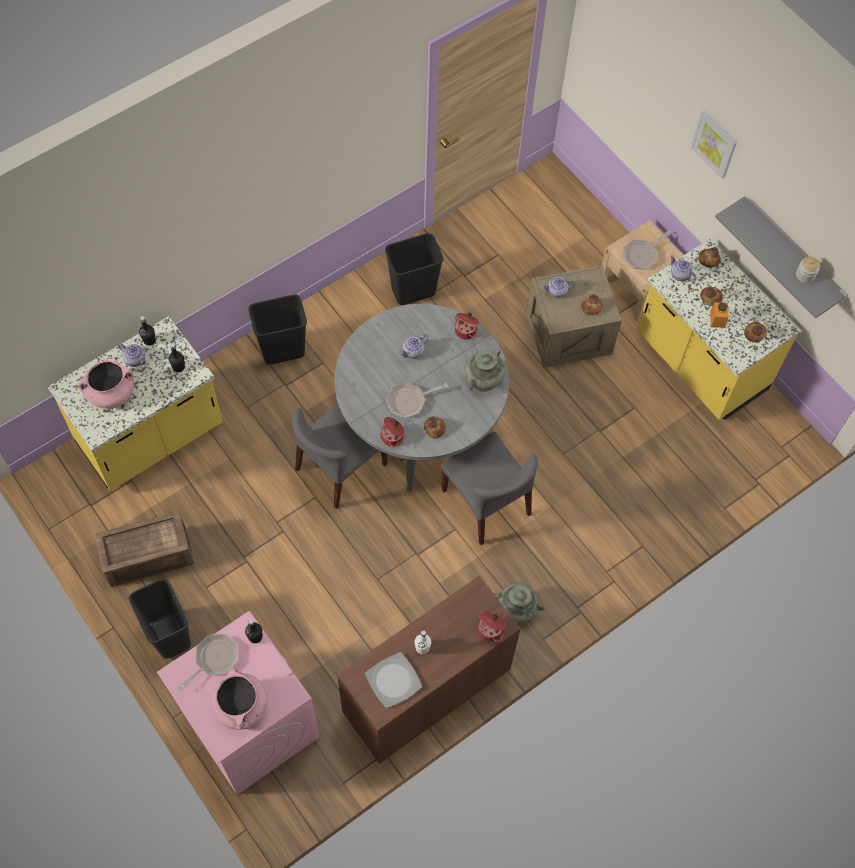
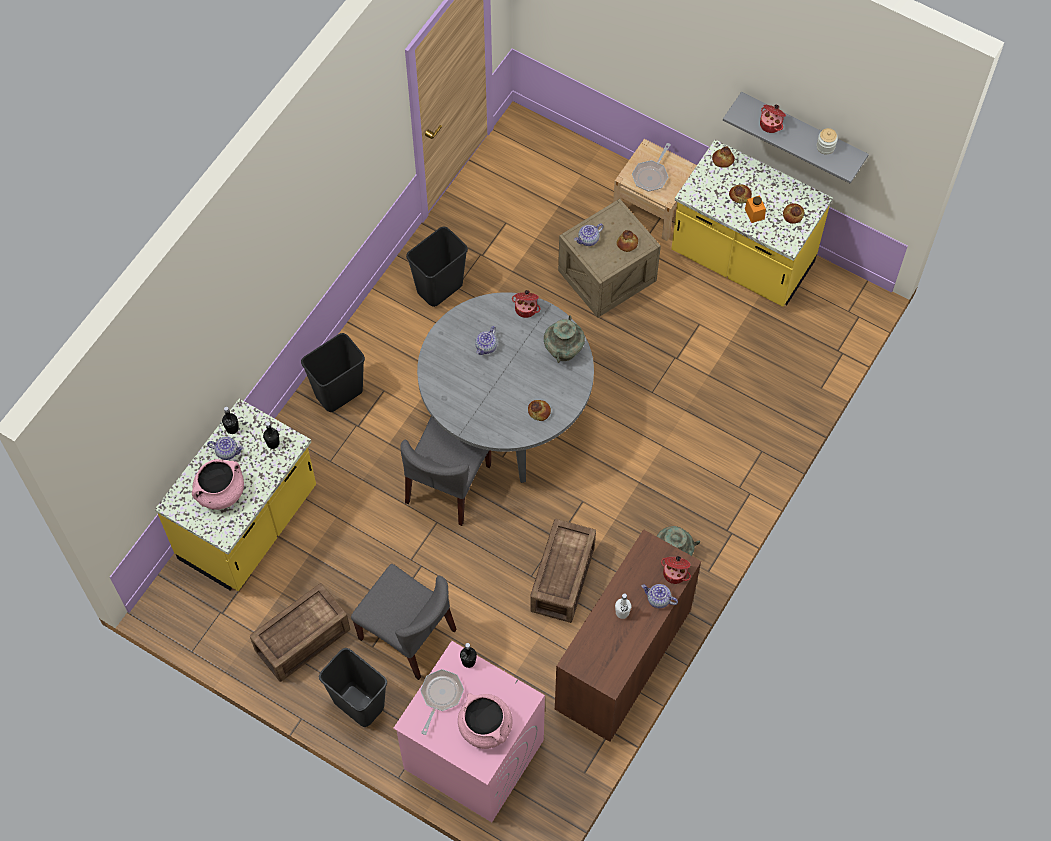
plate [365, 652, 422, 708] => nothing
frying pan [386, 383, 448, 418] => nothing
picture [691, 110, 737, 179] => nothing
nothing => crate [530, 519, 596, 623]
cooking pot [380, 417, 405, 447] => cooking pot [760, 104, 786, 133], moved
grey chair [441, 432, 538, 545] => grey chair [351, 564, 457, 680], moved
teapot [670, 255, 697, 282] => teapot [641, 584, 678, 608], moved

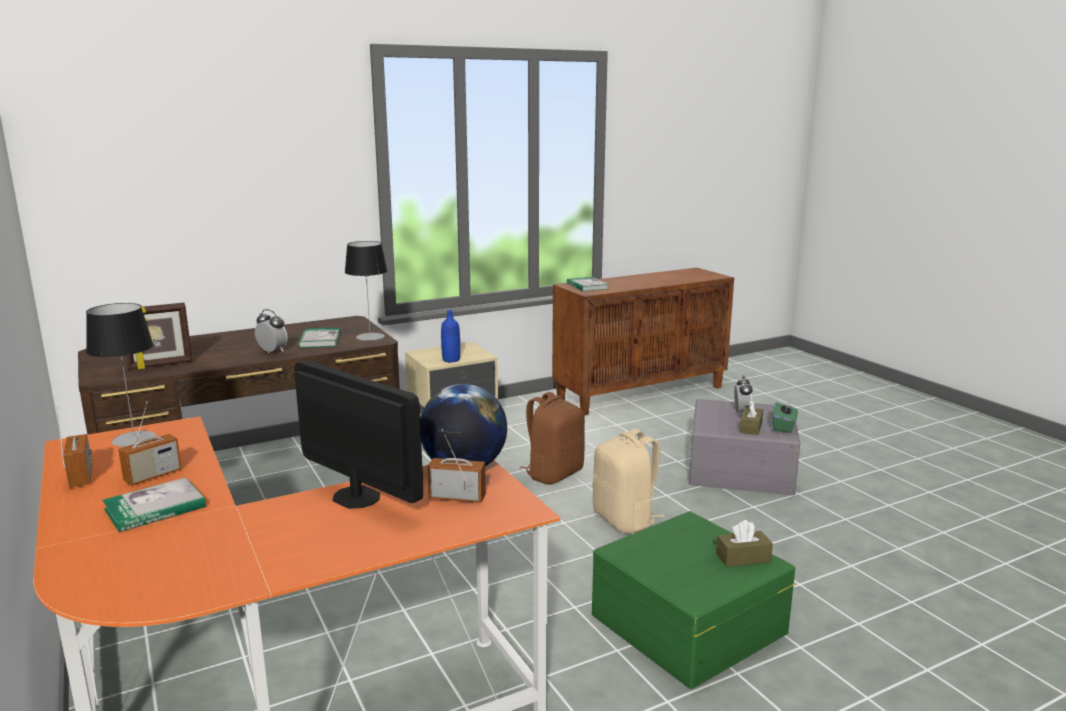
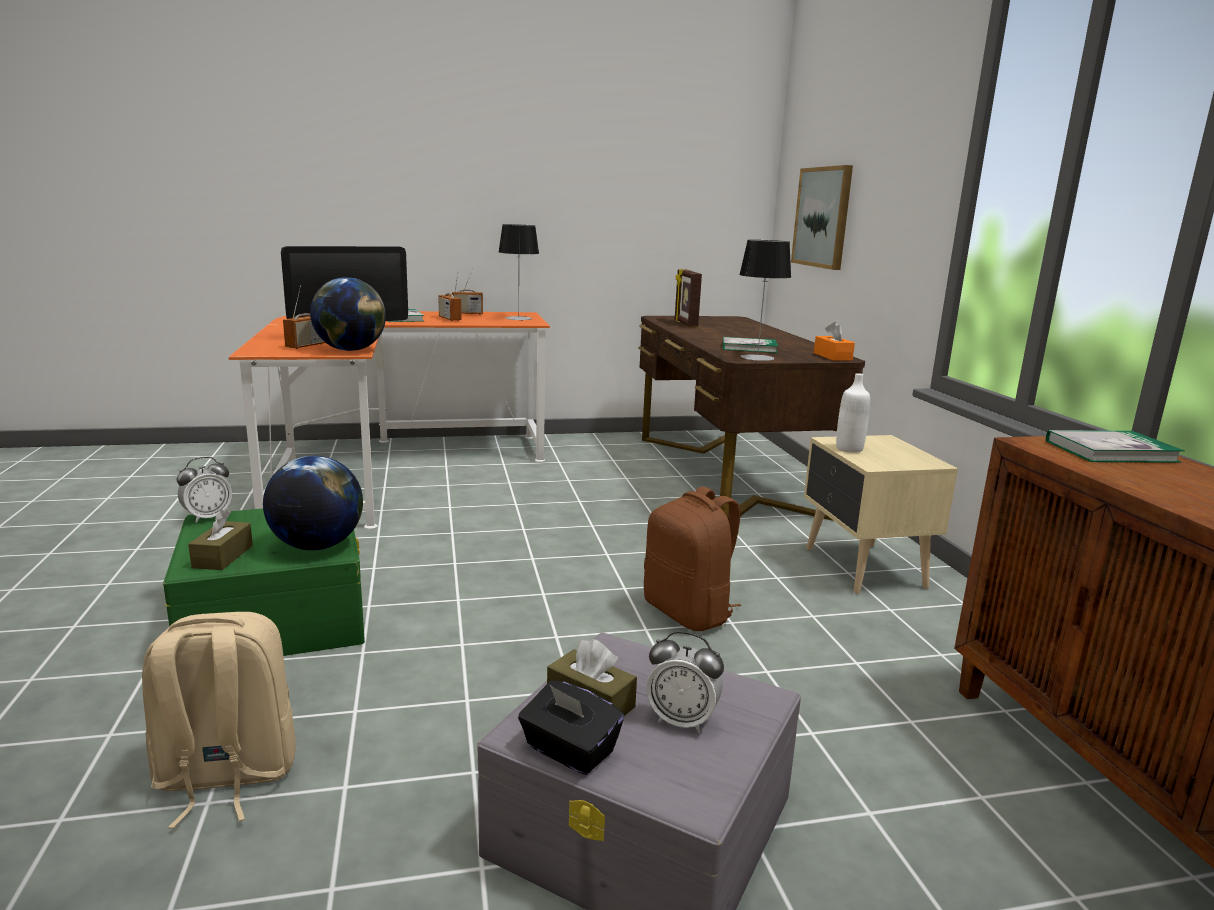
nothing => globe [263, 456, 363, 550]
nothing => picture [791, 165, 853, 270]
nothing => orange tissue box [814, 322, 855, 361]
alarm clock [255, 309, 288, 353] => alarm clock [177, 457, 232, 523], moved
beige backpack [593, 429, 665, 534] => beige backpack [142, 612, 296, 829], moved
blue bottle [441, 310, 460, 362] => white bottle [836, 373, 870, 453]
green tissue box [772, 400, 798, 433] => black tissue box [518, 681, 624, 775]

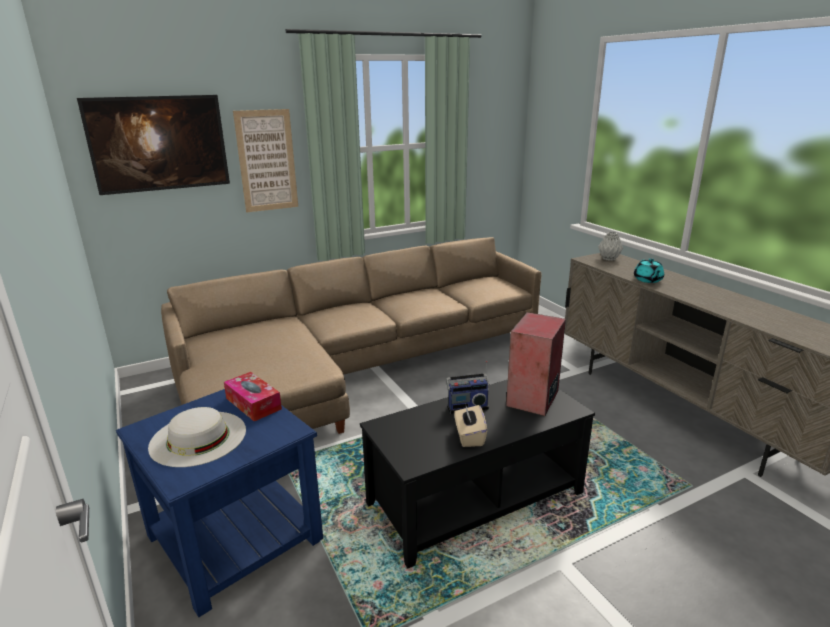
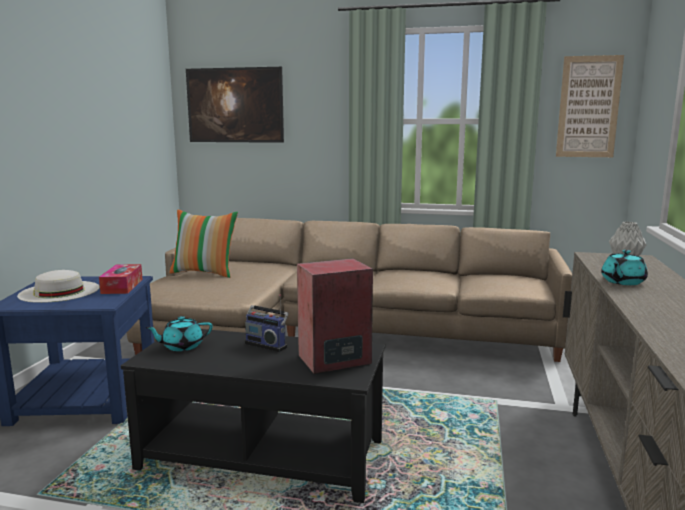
beige tissue box [454, 403, 487, 447] => nothing
nothing => turquoise teapot [146, 316, 213, 351]
nothing => pillow [169, 209, 238, 278]
picture [233, 109, 298, 212] => picture [556, 55, 624, 157], moved

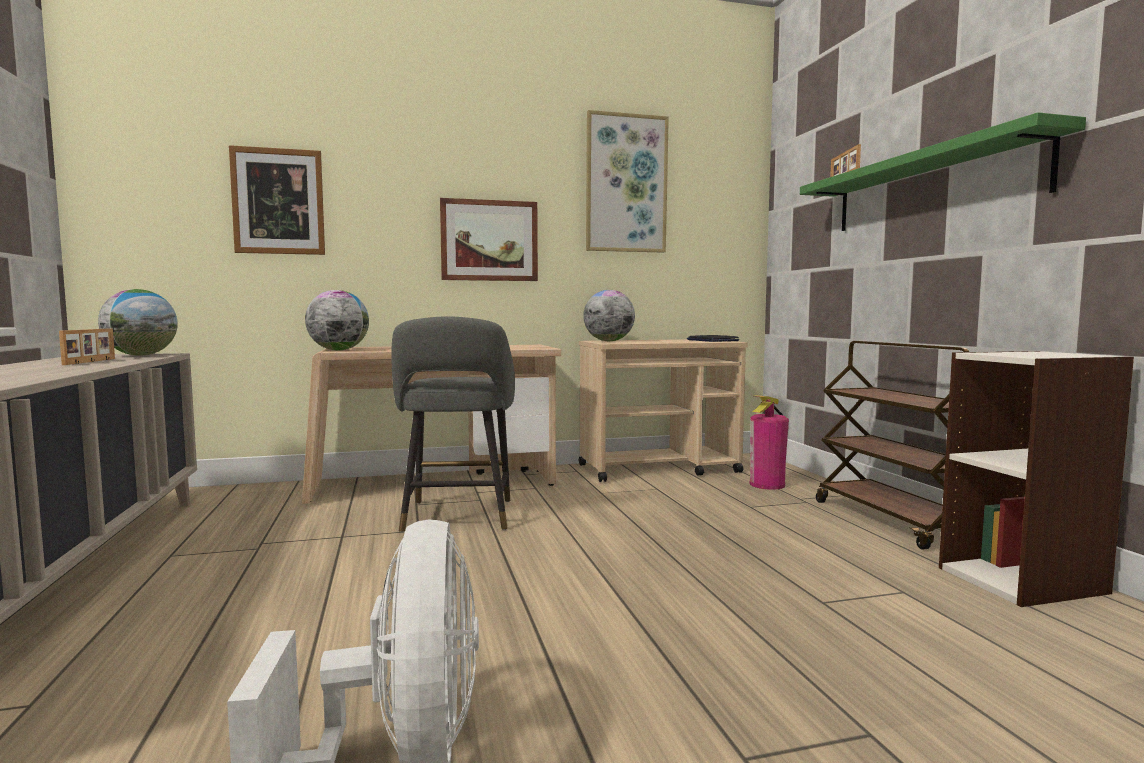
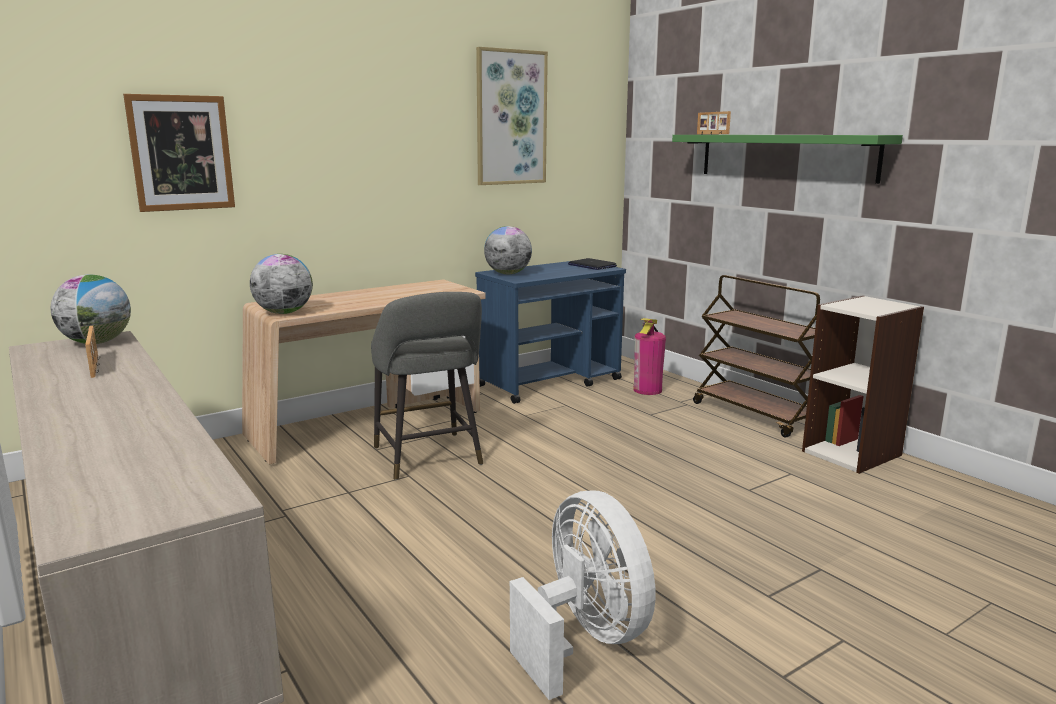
picture [440, 198, 538, 281] => nothing
beige cart [579, 339, 748, 482] => blue cart [475, 261, 626, 404]

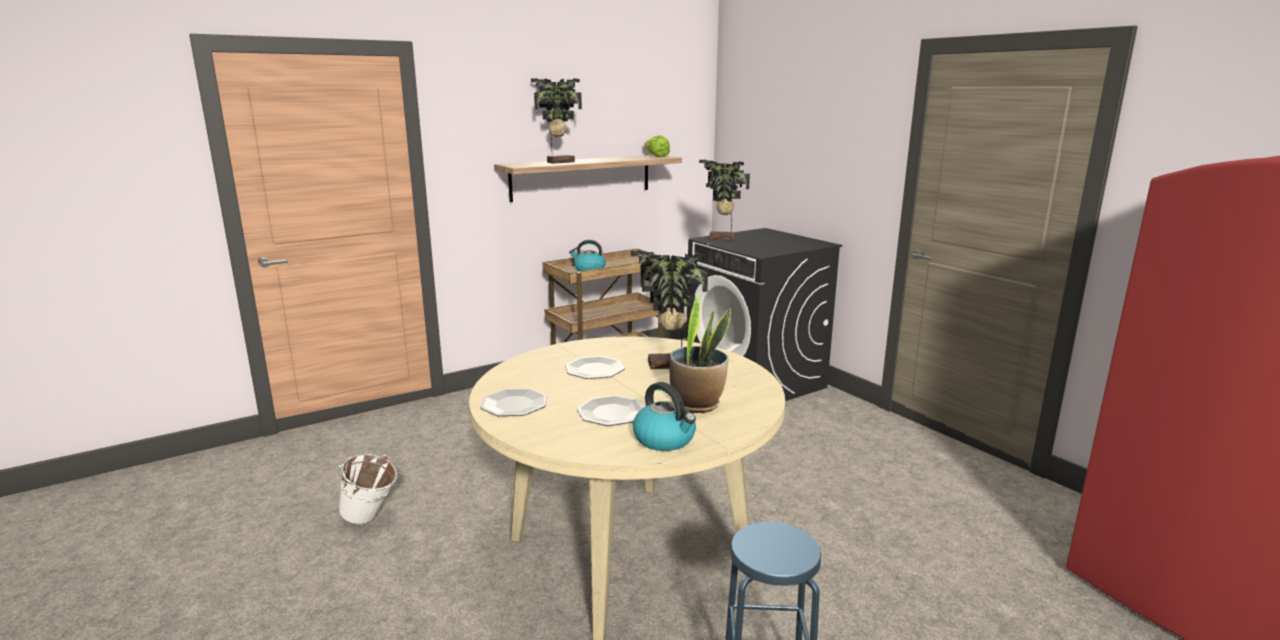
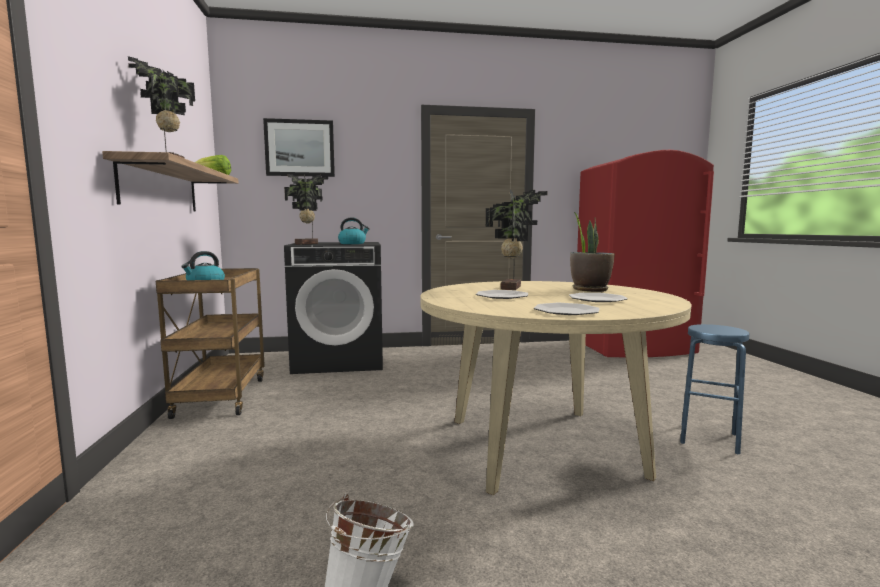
nothing => picture [263, 118, 335, 177]
kettle [633, 382, 696, 451] => kettle [338, 217, 370, 244], moved

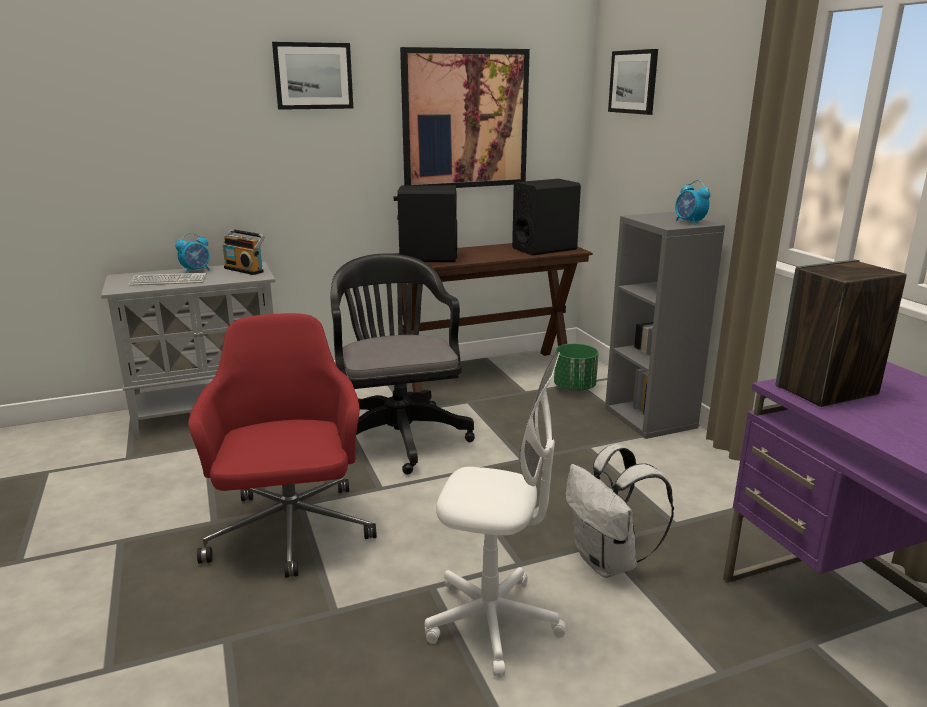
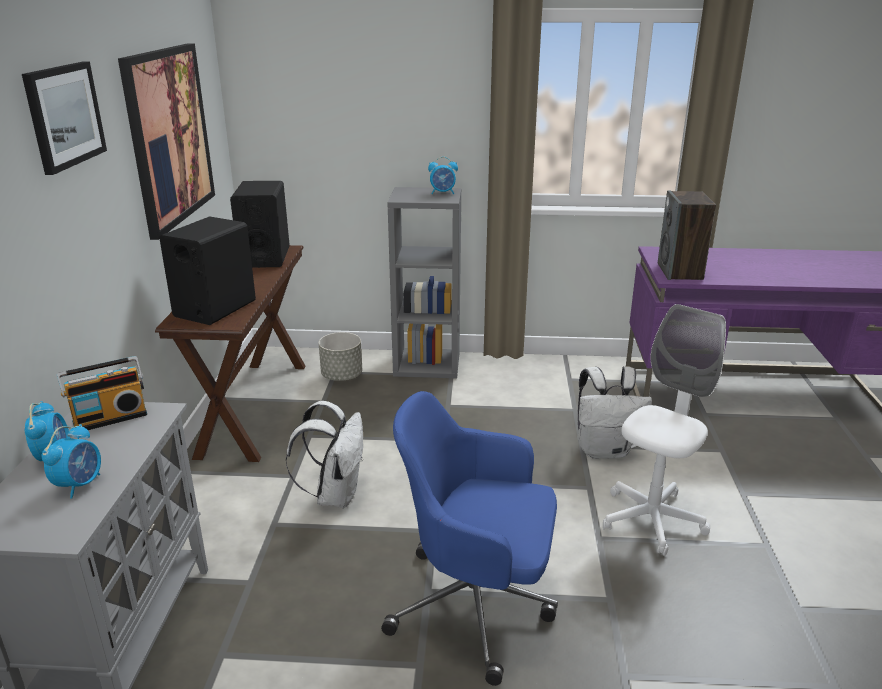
picture [608, 49, 658, 115] => nothing
keyboard [128, 273, 207, 286] => alarm clock [41, 424, 101, 499]
black office chair [330, 253, 475, 474] => white backpack [286, 401, 363, 508]
red office chair [188, 313, 377, 578] => blue office chair [381, 391, 558, 686]
green planter [554, 344, 599, 392] => grey planter [319, 332, 362, 381]

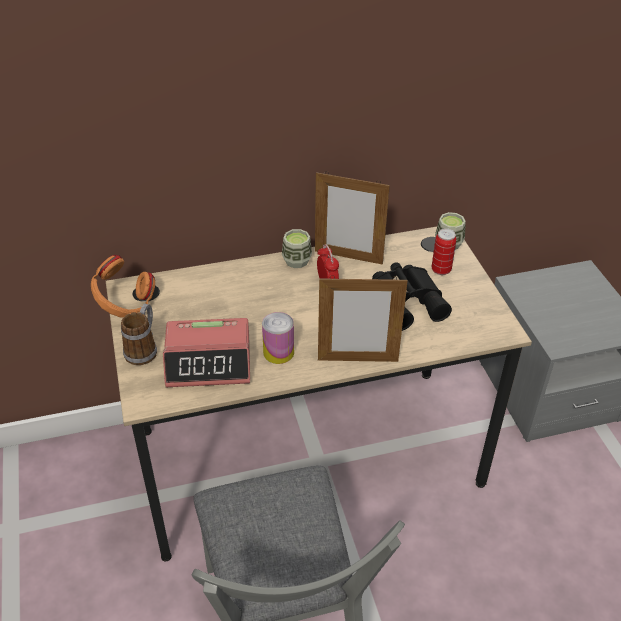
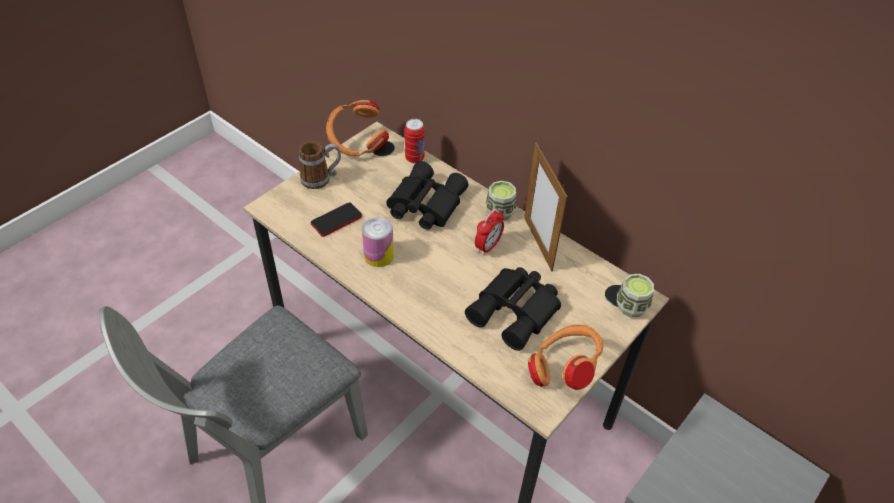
picture frame [318, 275, 408, 362] => nothing
nothing => black binoculars [386, 161, 468, 230]
nothing => orange headphones [528, 324, 603, 390]
can [432, 228, 456, 275] => can [405, 119, 425, 164], moved
alarm clock [163, 318, 250, 387] => phone [311, 202, 362, 237]

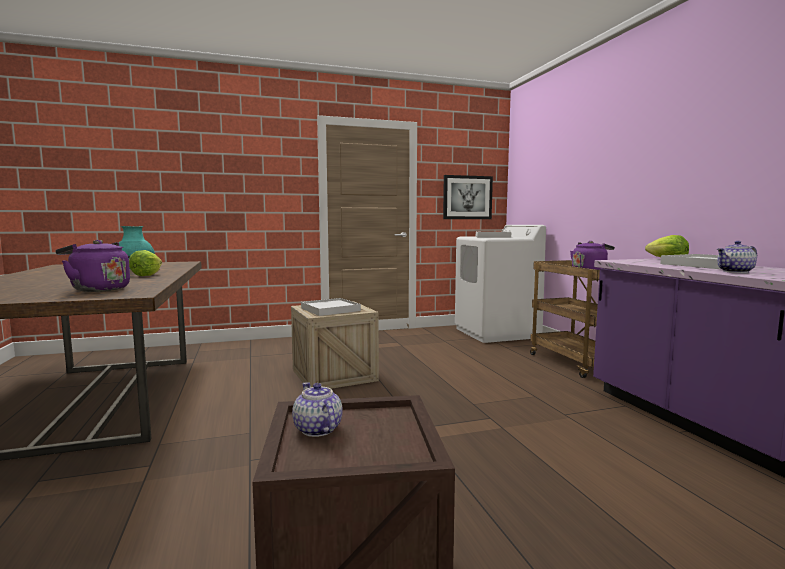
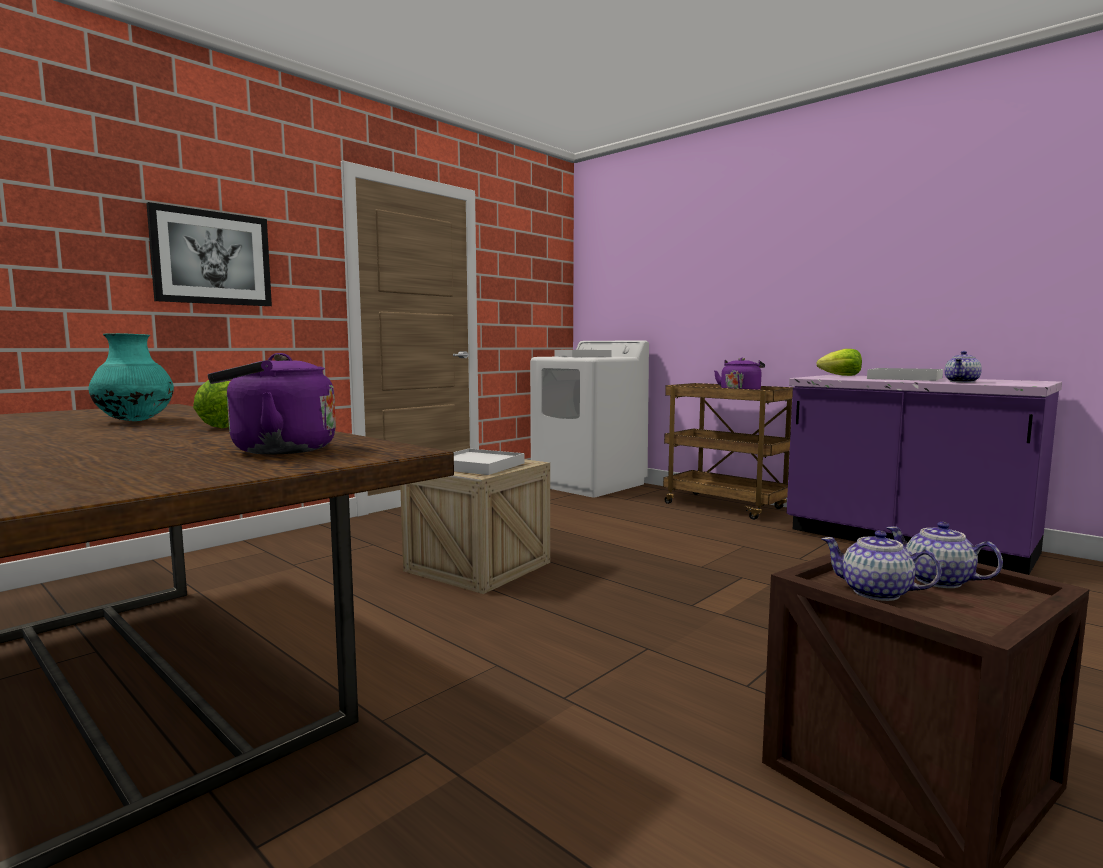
nothing => teapot [886, 522, 1003, 588]
picture [443, 175, 493, 219] => picture [146, 202, 272, 306], moved

